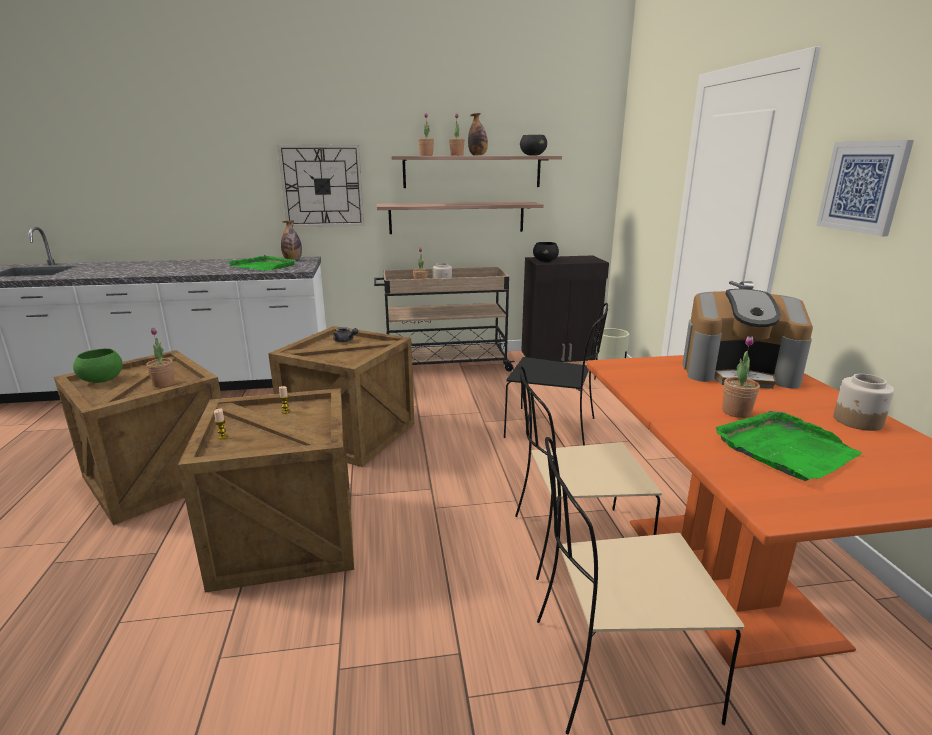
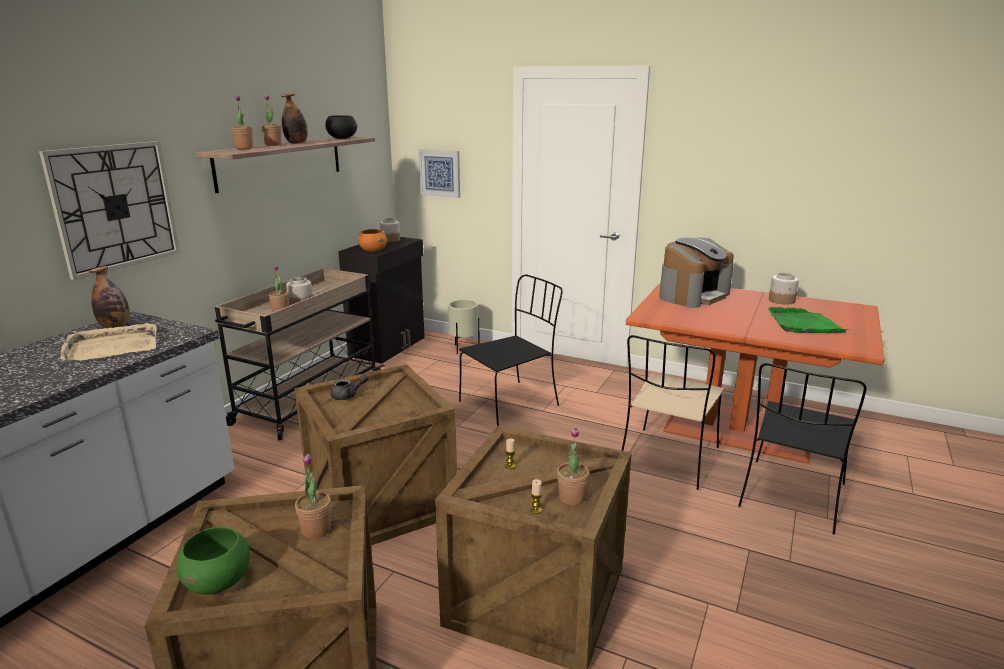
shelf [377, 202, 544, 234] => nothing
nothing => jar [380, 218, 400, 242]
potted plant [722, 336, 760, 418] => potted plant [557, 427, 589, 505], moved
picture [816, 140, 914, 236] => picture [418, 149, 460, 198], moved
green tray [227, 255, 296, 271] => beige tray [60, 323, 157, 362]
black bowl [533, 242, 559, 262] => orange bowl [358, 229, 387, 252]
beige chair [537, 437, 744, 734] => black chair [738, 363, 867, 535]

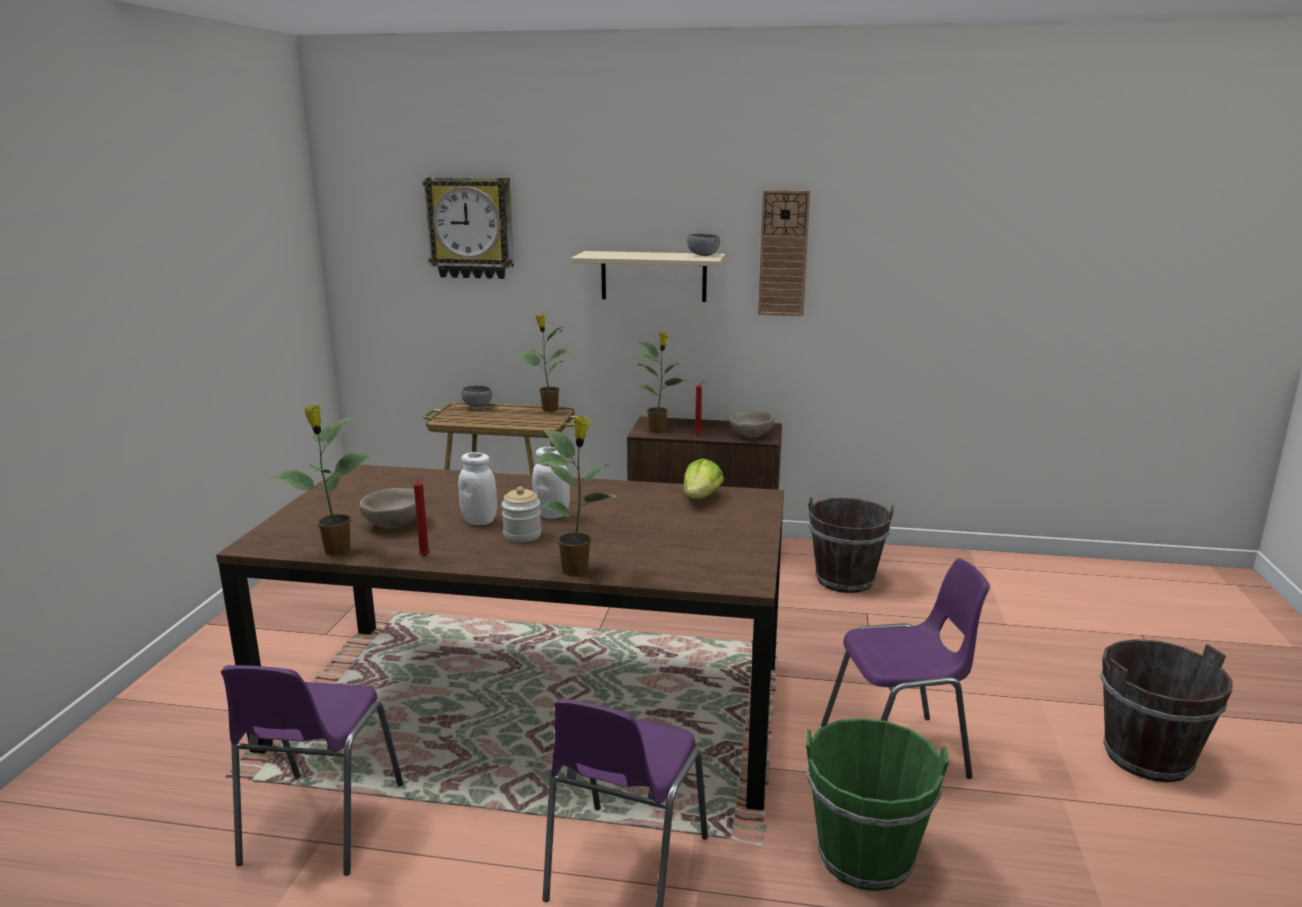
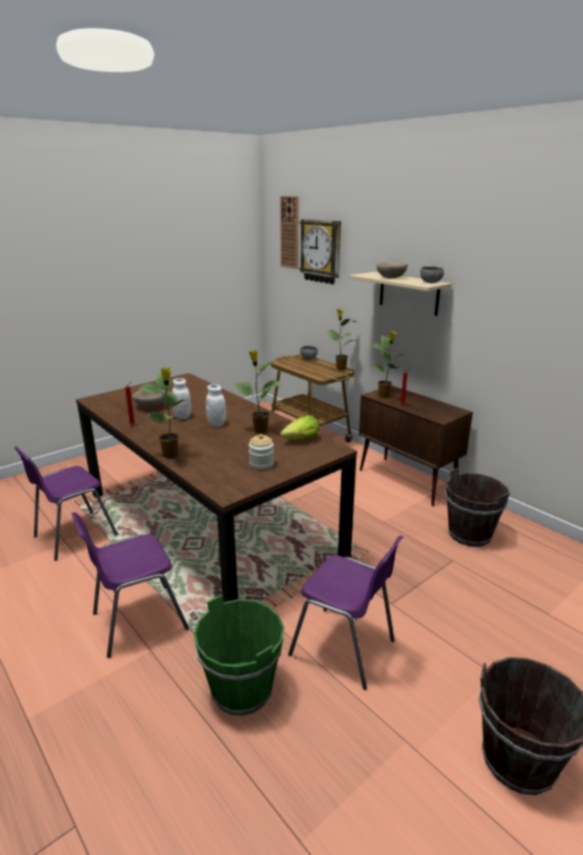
potted plant [270, 405, 375, 556] => potted plant [232, 350, 283, 434], moved
jar [501, 487, 541, 542] => jar [249, 434, 274, 470], moved
beige bowl [730, 411, 774, 438] => beige bowl [377, 262, 408, 278], moved
wall clock [758, 190, 810, 316] => wall clock [280, 196, 299, 269], moved

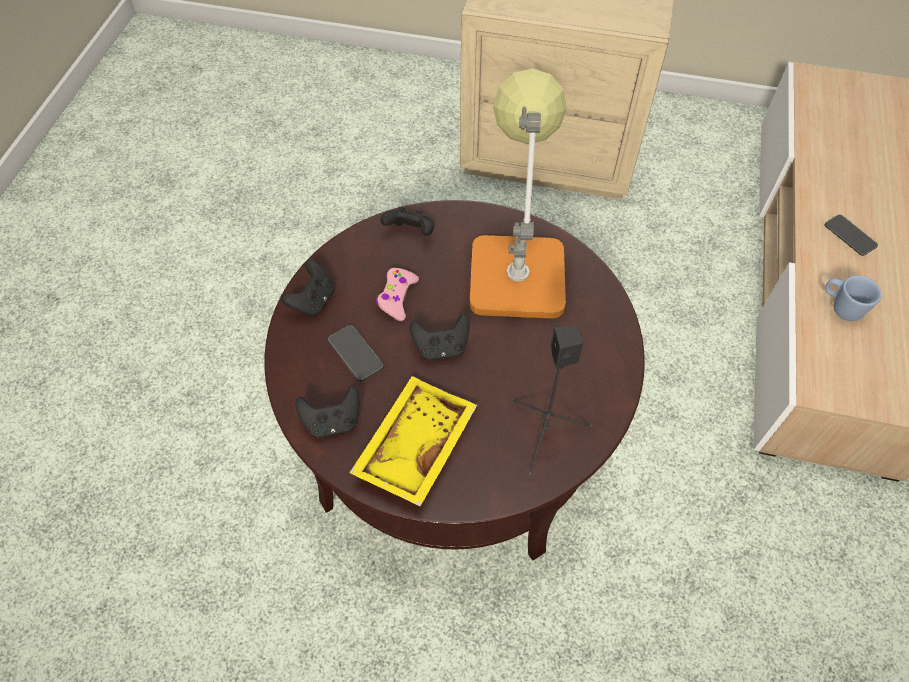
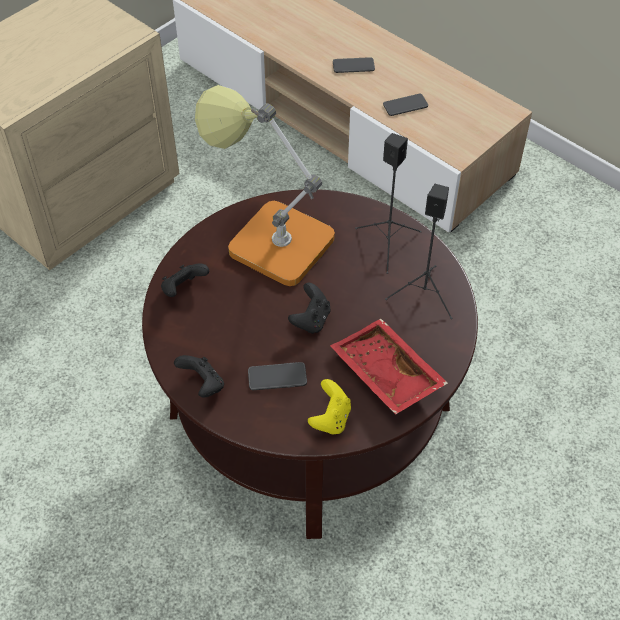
pink game controller [376, 268, 419, 321] => nothing
nothing => black speaker [355, 133, 422, 274]
blue mug [825, 276, 882, 321] => phone [383, 94, 428, 116]
black game controller [295, 386, 359, 438] => yellow game controller [308, 379, 351, 435]
yellow tray [349, 376, 477, 506] => red tray [330, 319, 448, 415]

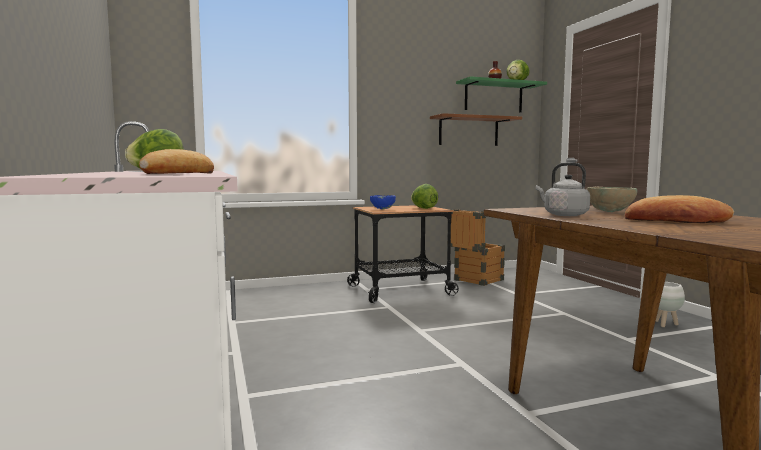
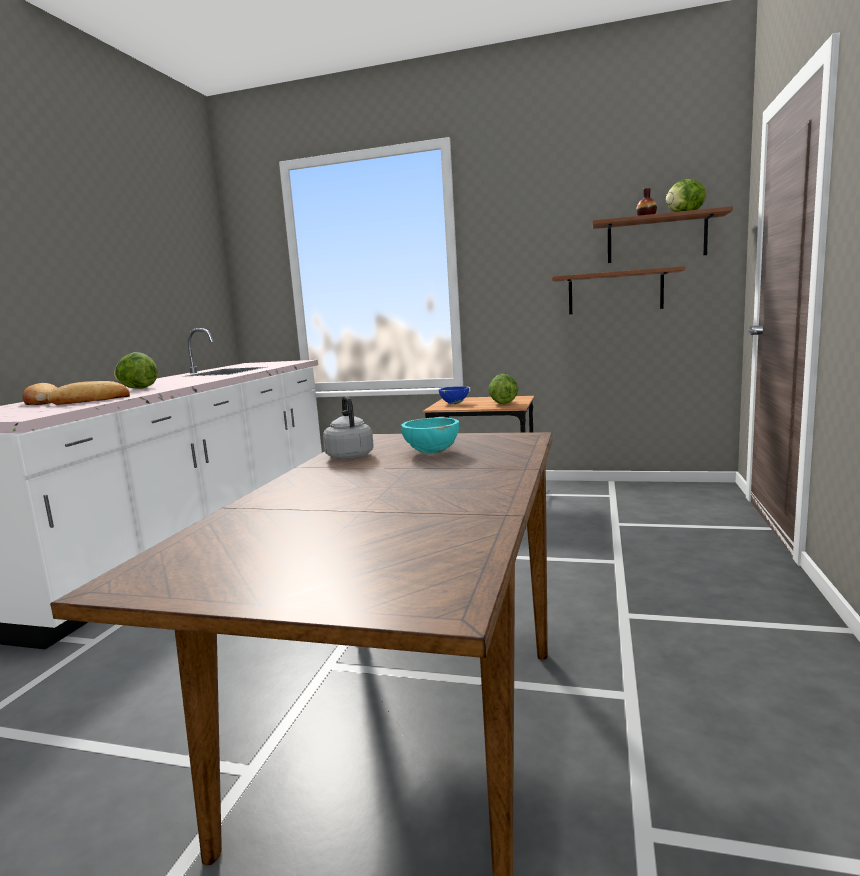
crate [451, 209, 505, 286] => nothing
white planter [655, 282, 685, 327] => nothing
bread [625, 195, 734, 223] => bread [22, 383, 57, 405], moved
green shelf [456, 76, 547, 112] => brown shelf [593, 206, 733, 263]
beige bowl [586, 187, 637, 212] => turquoise bowl [401, 417, 459, 454]

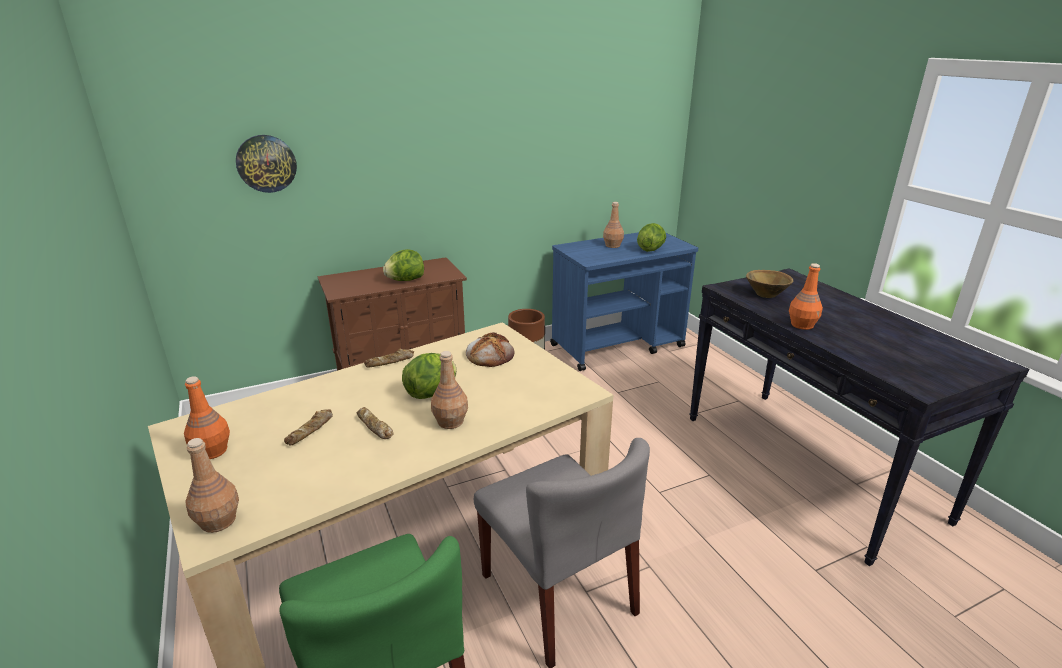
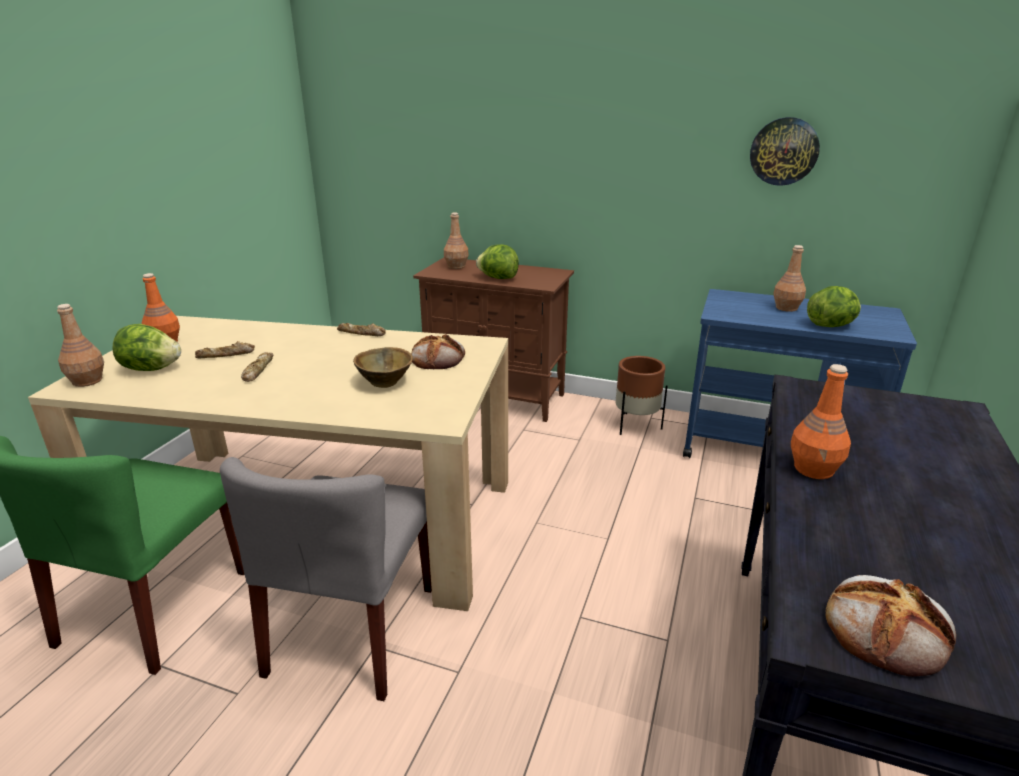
nothing => bread [825, 575, 956, 677]
wall clock [236, 135, 297, 193] => wall clock [750, 117, 820, 186], moved
lettuce [402, 353, 457, 399] => lettuce [113, 324, 181, 371], moved
brown bottle [431, 351, 468, 429] => brown bottle [444, 212, 469, 269], moved
brown bowl [746, 270, 793, 298] => brown bowl [353, 347, 413, 388], moved

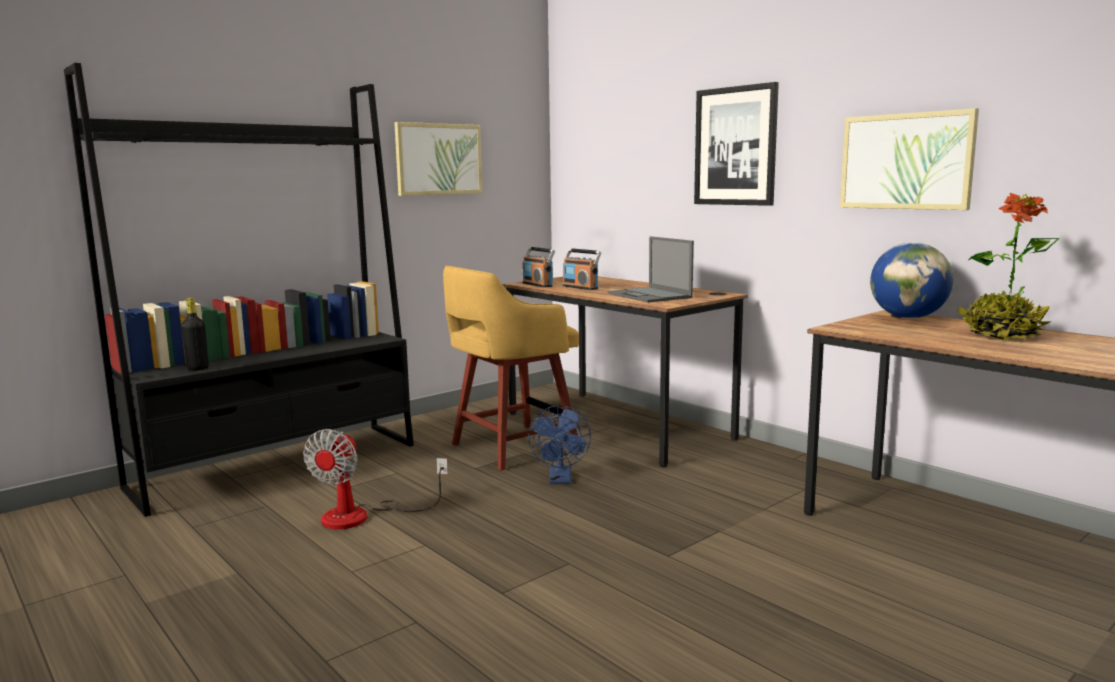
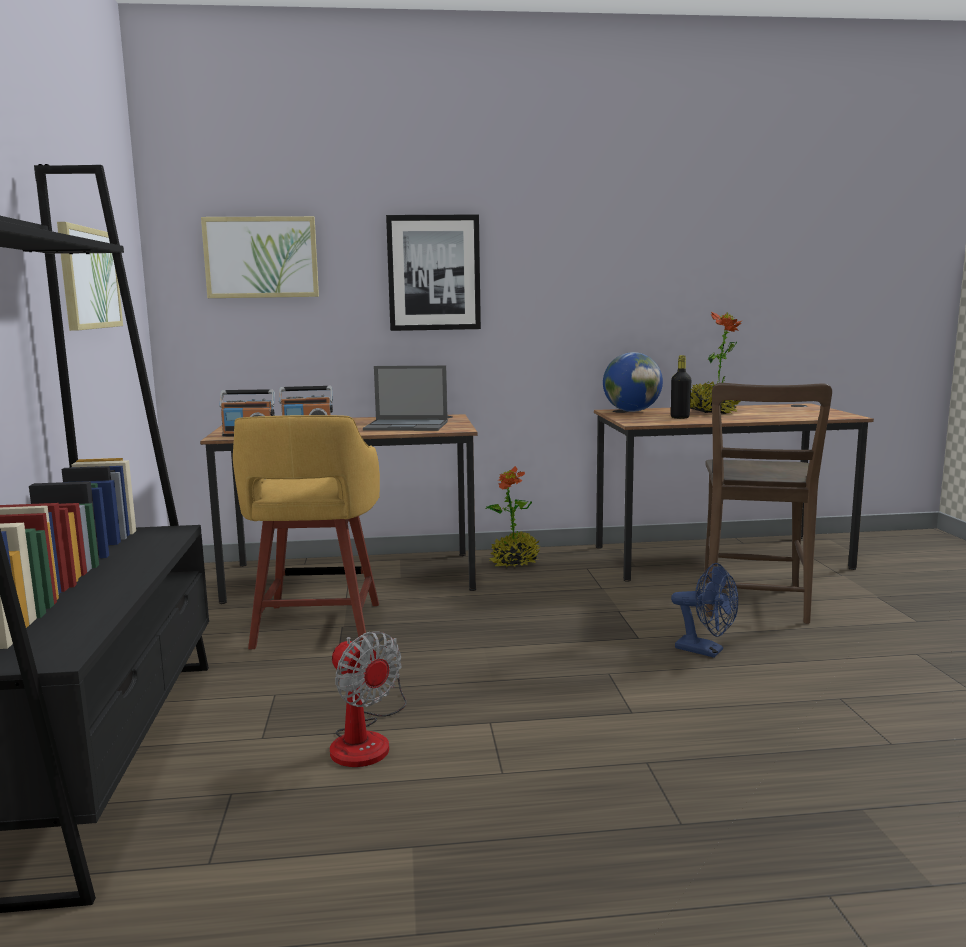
nothing => potted plant [486, 466, 540, 567]
nothing => brown chair [703, 383, 832, 624]
black bottle [181, 298, 209, 371] => black bottle [671, 355, 691, 419], moved
blue fan [528, 405, 591, 484] => blue fan [671, 563, 738, 658], moved
picture [840, 108, 979, 210] => picture [201, 216, 319, 298], moved

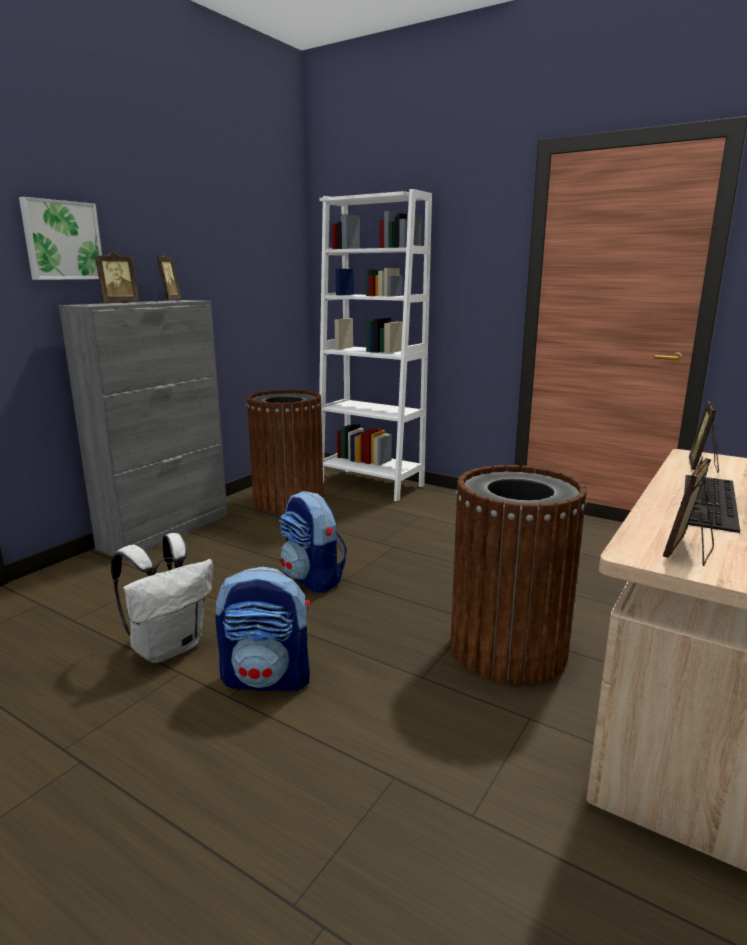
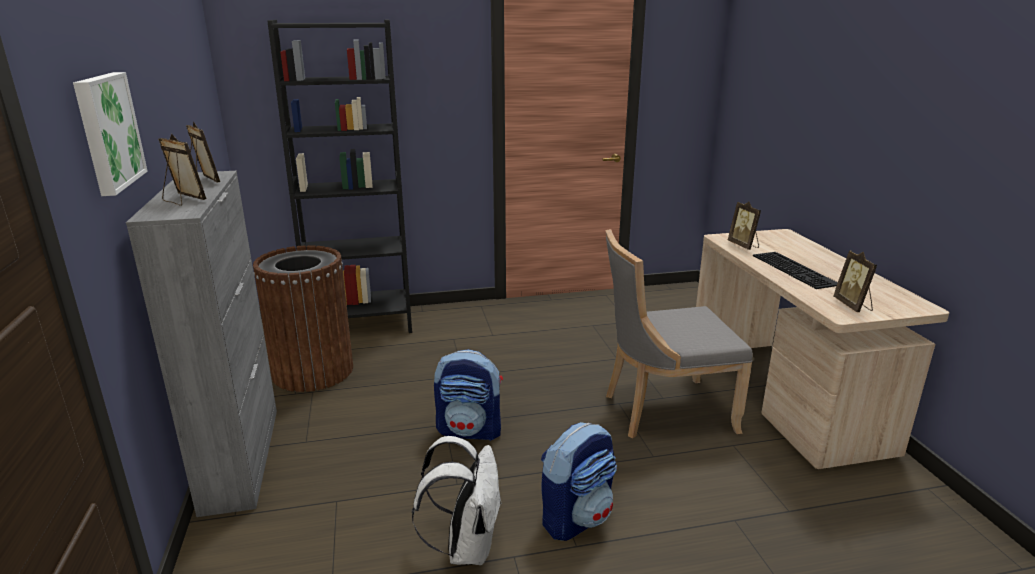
brown trash can [450, 465, 587, 685] => grey chair [605, 229, 753, 438]
white bookcase [319, 189, 432, 502] => black bookcase [268, 20, 412, 333]
picture frame [95, 250, 139, 303] => picture frame [158, 134, 207, 206], 60 degrees counterclockwise

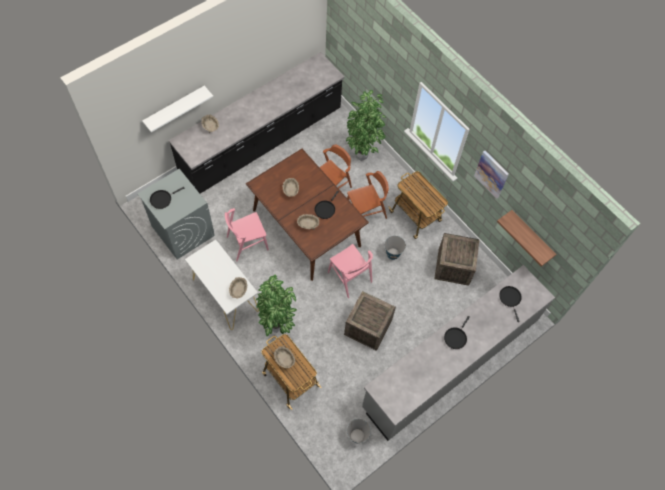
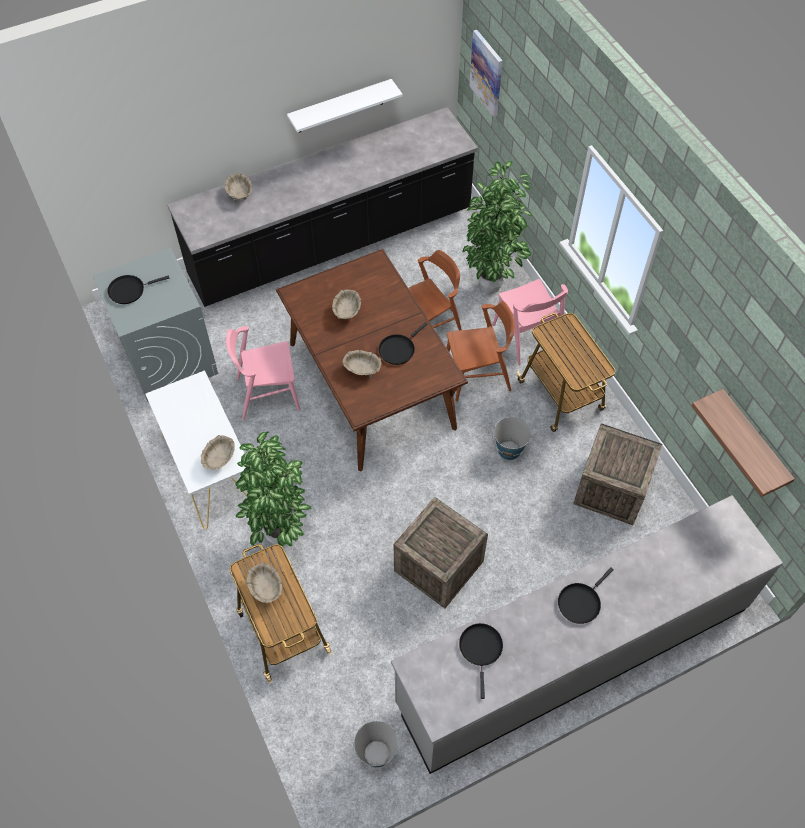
white shelf [142, 86, 213, 132] => white shelf [287, 79, 403, 133], moved
pink chair [328, 244, 373, 298] => pink chair [493, 279, 568, 365], moved
picture [474, 151, 509, 199] => picture [469, 30, 503, 117], moved
black frying pan [499, 286, 522, 322] => black frying pan [459, 623, 503, 699], moved

